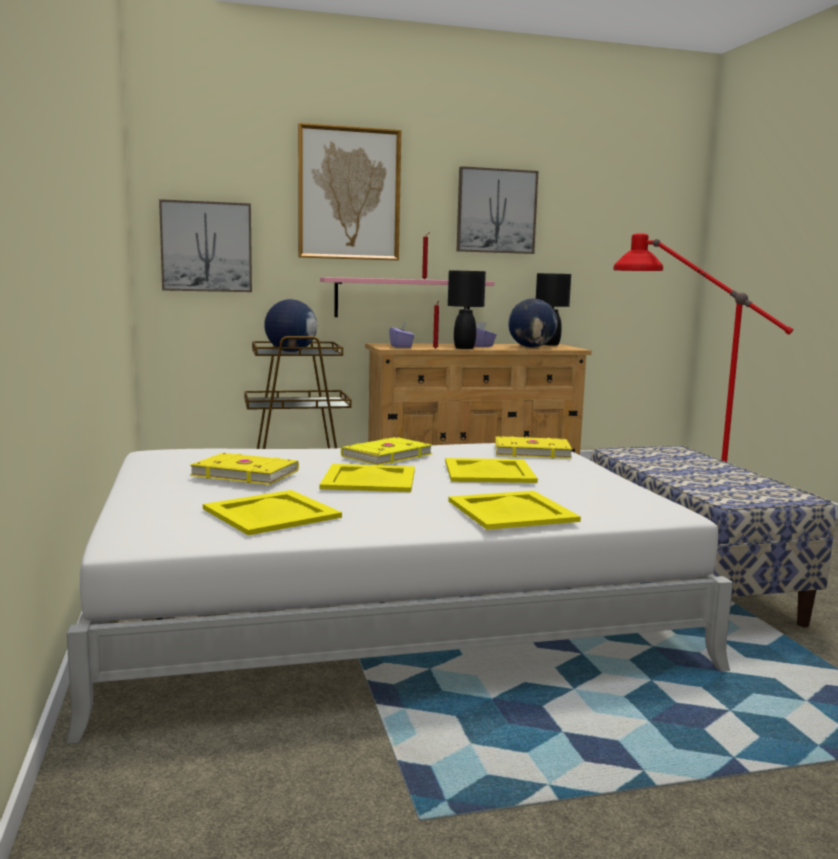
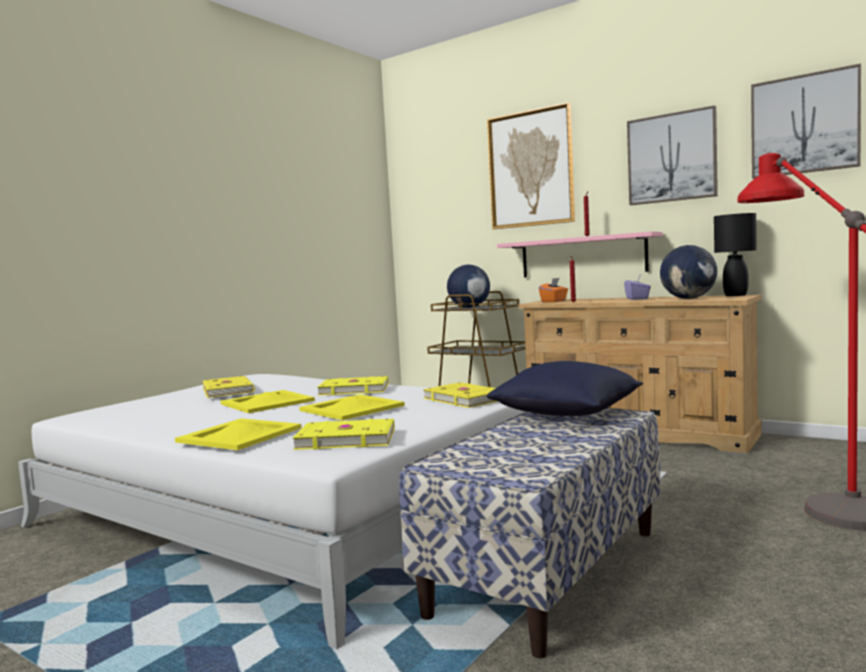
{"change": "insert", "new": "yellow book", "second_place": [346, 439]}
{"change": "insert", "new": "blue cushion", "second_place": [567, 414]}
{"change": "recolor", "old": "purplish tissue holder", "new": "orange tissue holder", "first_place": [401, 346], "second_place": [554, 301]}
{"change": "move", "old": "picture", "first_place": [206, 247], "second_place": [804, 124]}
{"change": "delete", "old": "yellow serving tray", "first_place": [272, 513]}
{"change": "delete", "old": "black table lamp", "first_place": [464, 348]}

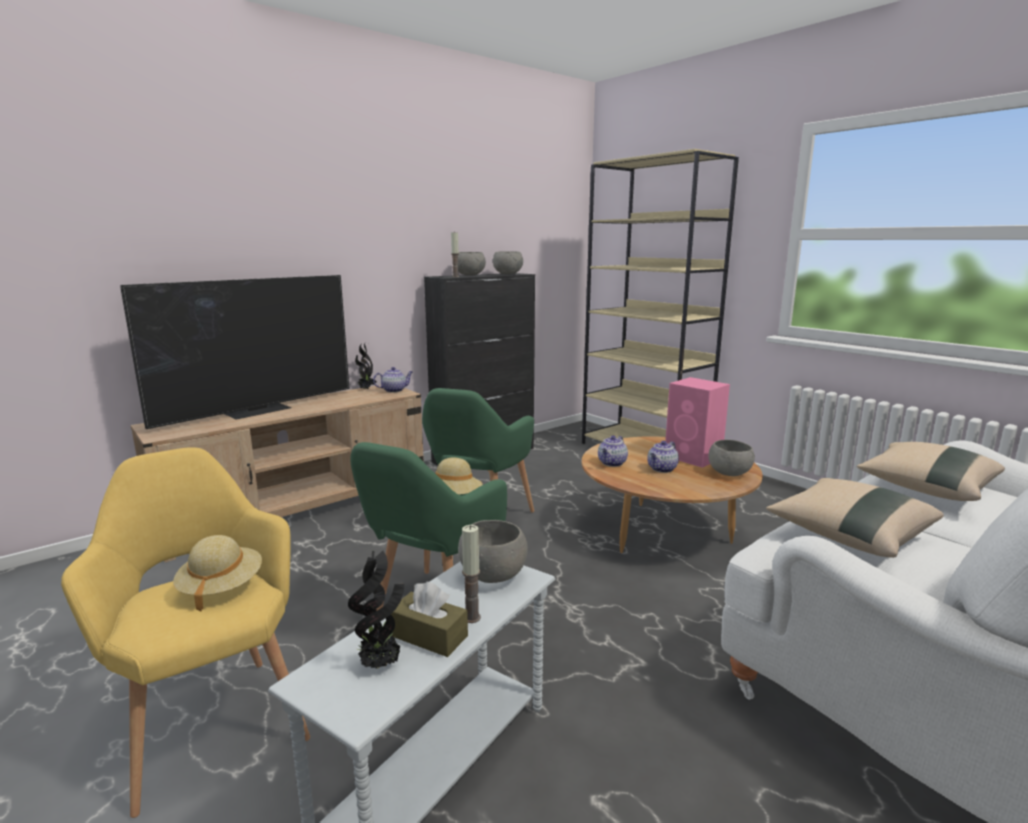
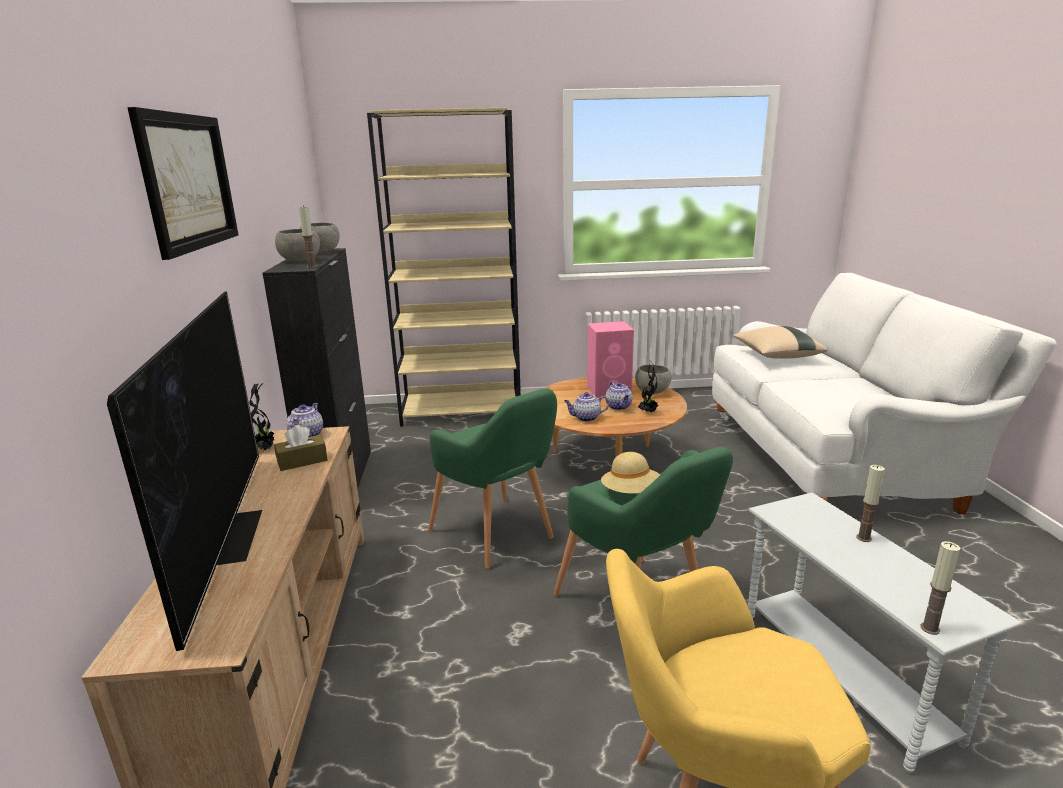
{"change": "insert", "new": "picture", "second_place": [188, 182]}
{"change": "move", "old": "brownish tissue holder", "first_place": [429, 636], "second_place": [302, 461]}
{"change": "rotate", "old": "pot for tea", "first_place": [612, 463], "second_place": [586, 418], "degrees": 105}
{"change": "move", "old": "houseplant", "first_place": [381, 664], "second_place": [648, 412]}
{"change": "insert", "new": "wax light", "second_place": [930, 628]}
{"change": "delete", "old": "beige clothing hat", "first_place": [221, 587]}
{"change": "delete", "old": "grey deep dish", "first_place": [493, 576]}
{"change": "delete", "old": "beige cushion", "first_place": [849, 535]}

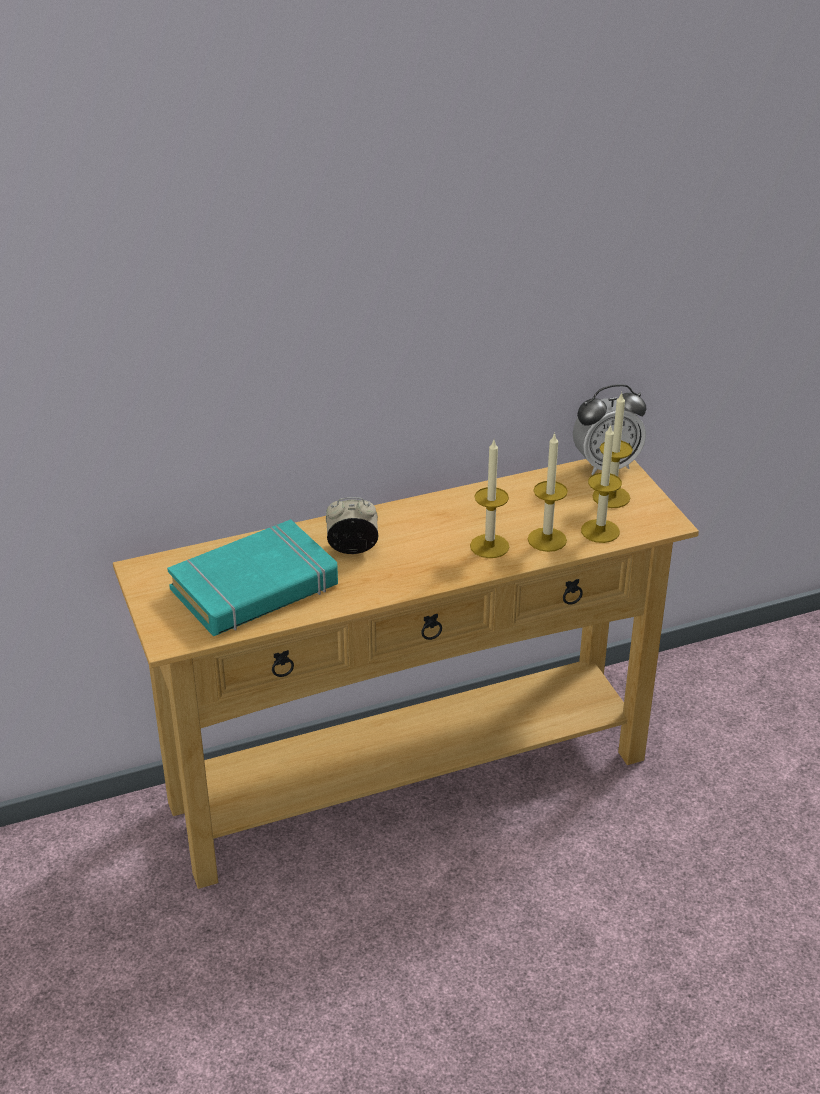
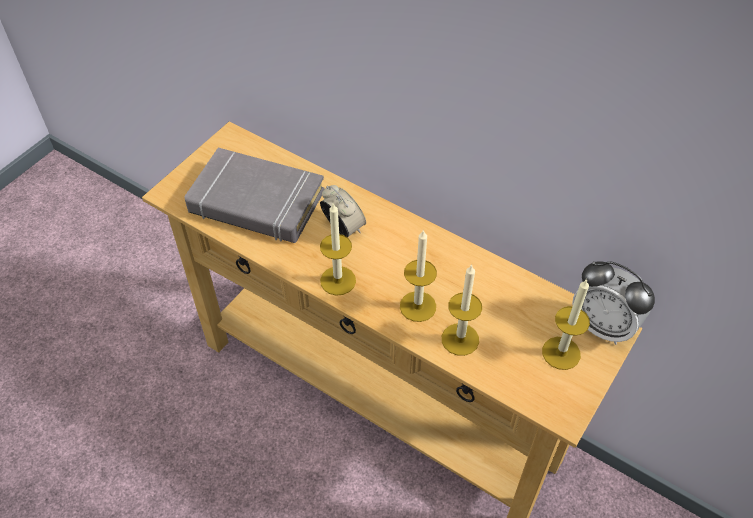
{"change": "recolor", "old": "turquoise-coloured book", "new": "grey book", "first_place": [255, 588], "second_place": [256, 202]}
{"change": "move", "old": "wax light", "first_place": [600, 531], "second_place": [338, 280]}

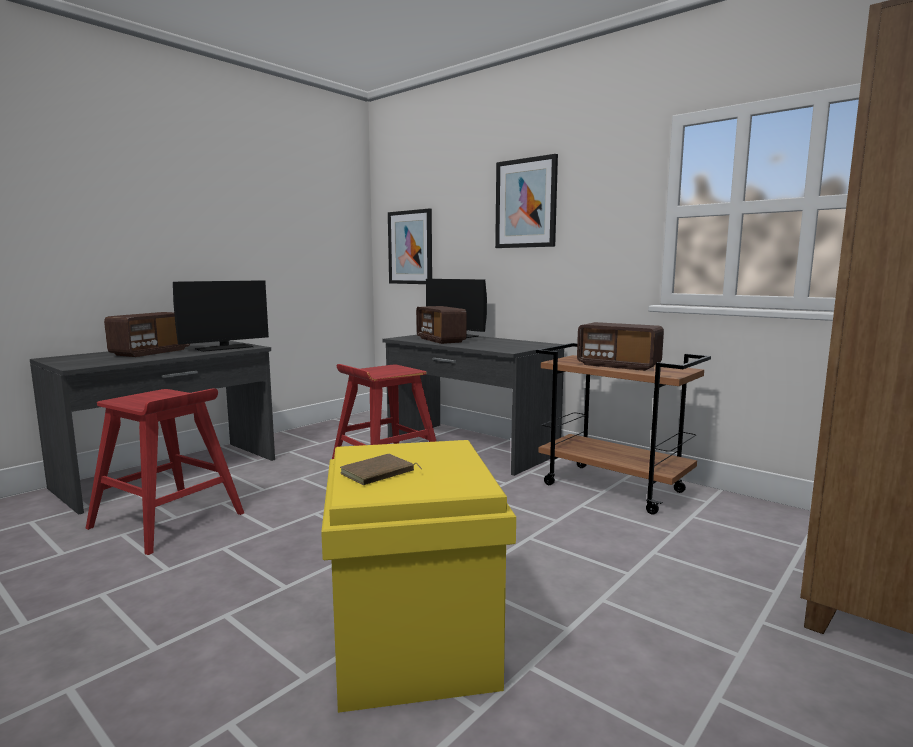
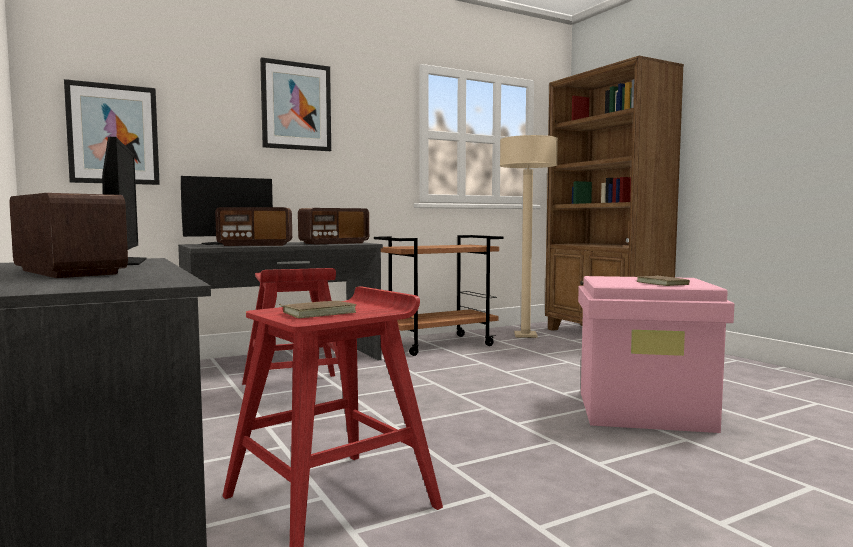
{"change": "insert", "new": "brownish book", "second_place": [318, 313]}
{"change": "move", "old": "radio receiver", "first_place": [618, 365], "second_place": [334, 243]}
{"change": "insert", "new": "beige standard lamp", "second_place": [525, 335]}
{"change": "recolor", "old": "yellow storage container", "new": "pink-coloured storage container", "first_place": [414, 644], "second_place": [644, 411]}

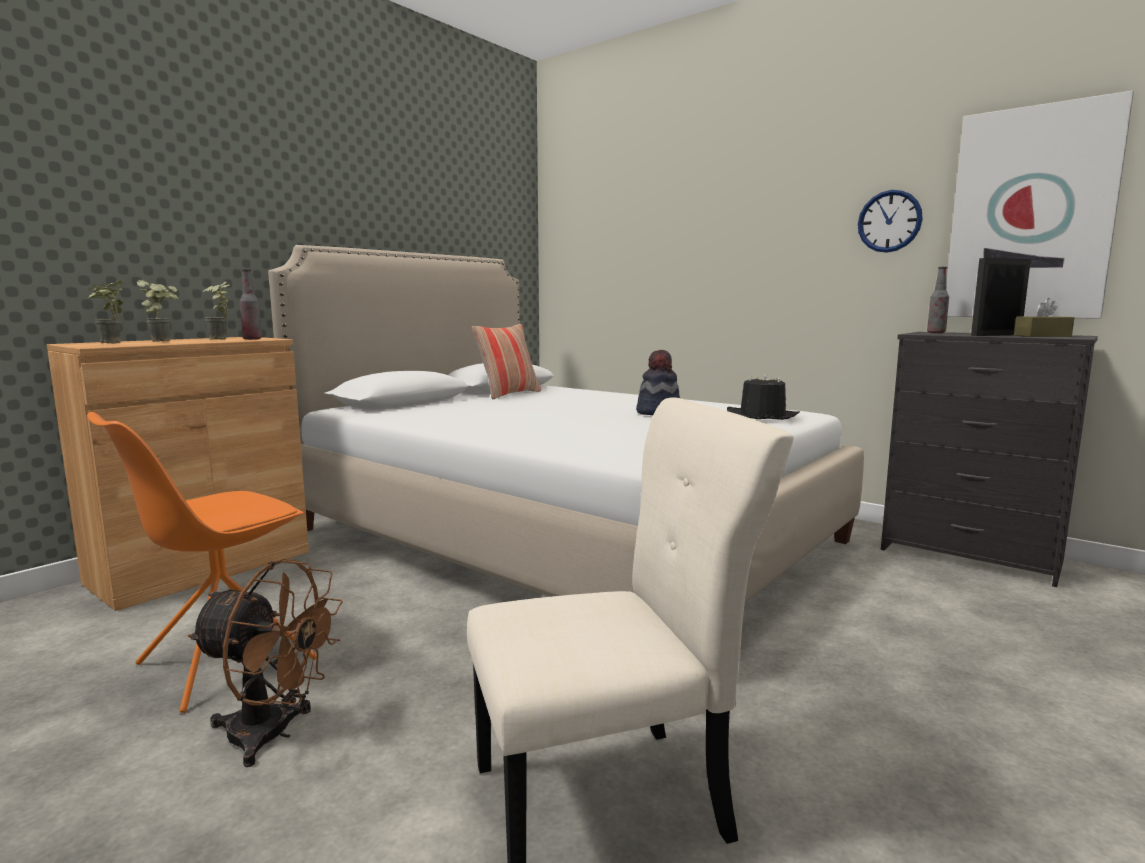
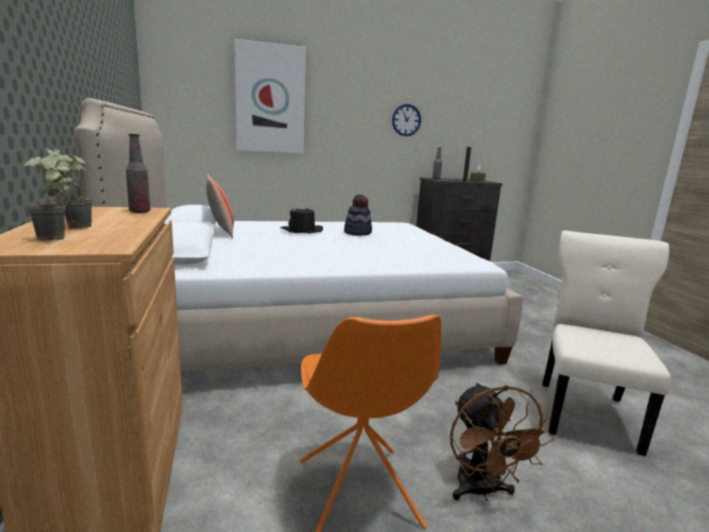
{"change": "move", "old": "picture", "first_place": [1031, 214], "second_place": [270, 99]}
{"change": "move", "old": "black clothing hat", "first_place": [762, 416], "second_place": [301, 231]}
{"change": "rotate", "old": "brownish cooling fan", "first_place": [273, 735], "second_place": [481, 491], "degrees": 120}
{"change": "delete", "old": "houseplant", "first_place": [221, 339]}

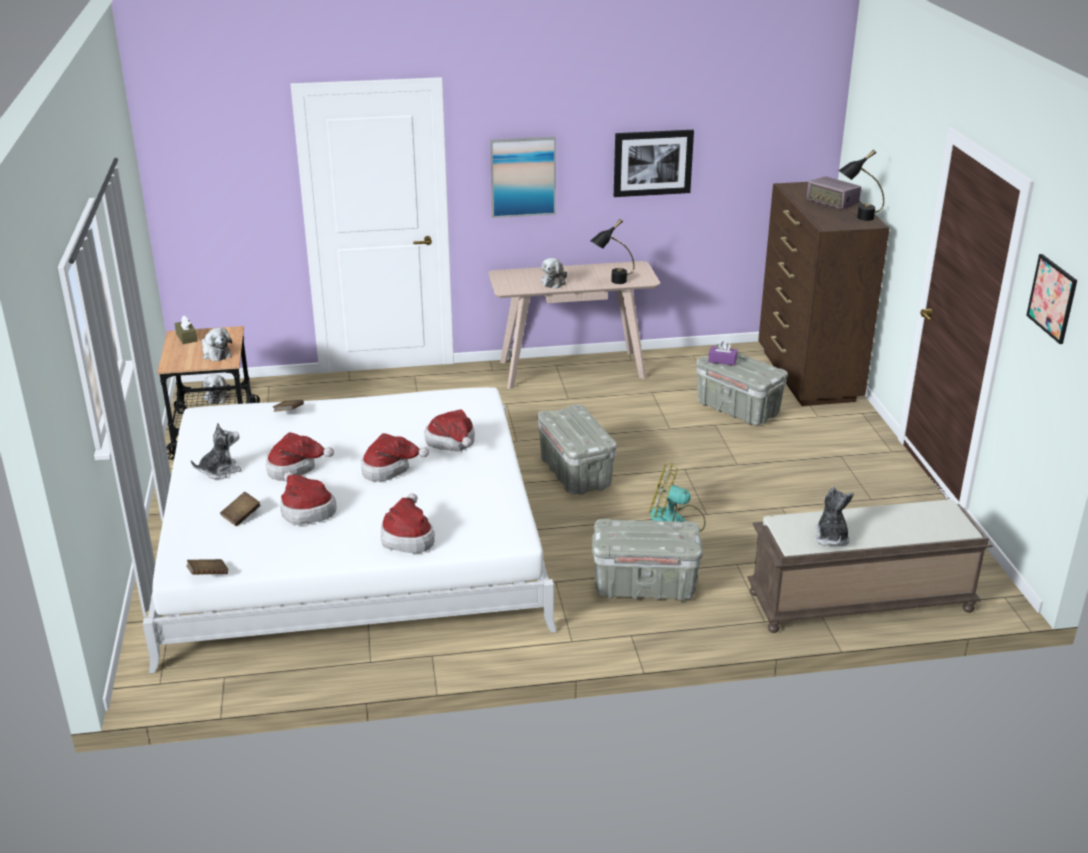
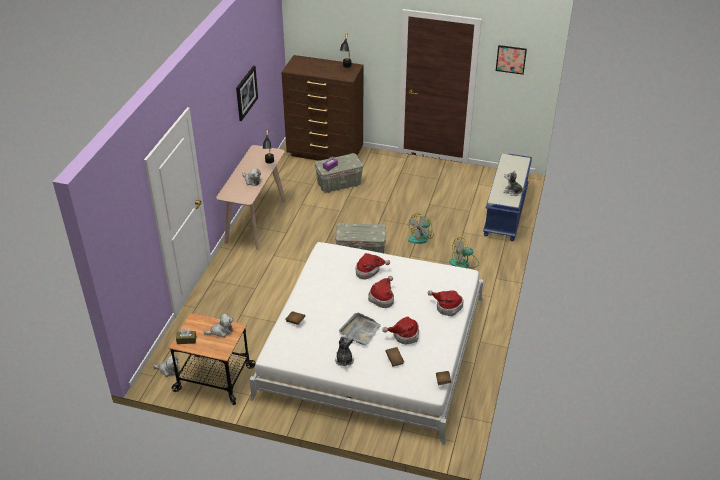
{"change": "replace", "old": "clothing hat", "new": "grey serving tray", "first_place": [295, 468], "second_place": [360, 330]}
{"change": "replace", "old": "grey storage container", "new": "cooling fan", "first_place": [644, 586], "second_place": [464, 263]}
{"change": "recolor", "old": "brownish bench", "new": "blue bench", "first_place": [859, 602], "second_place": [506, 211]}
{"change": "delete", "old": "picture", "first_place": [523, 176]}
{"change": "delete", "old": "radio receiver", "first_place": [832, 202]}

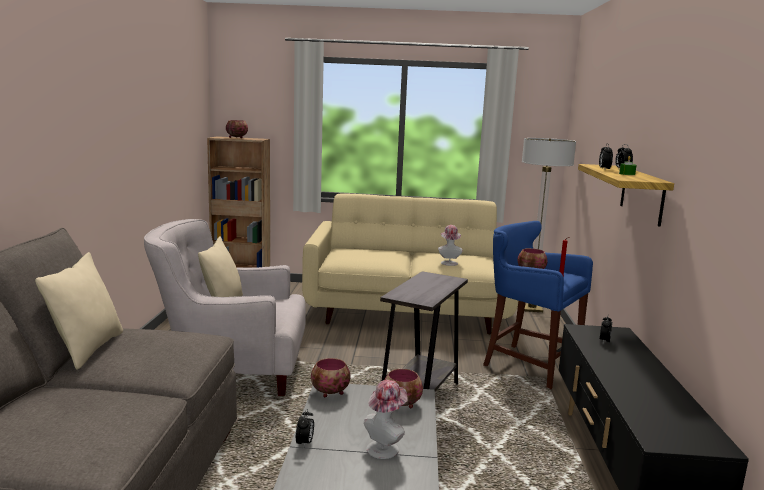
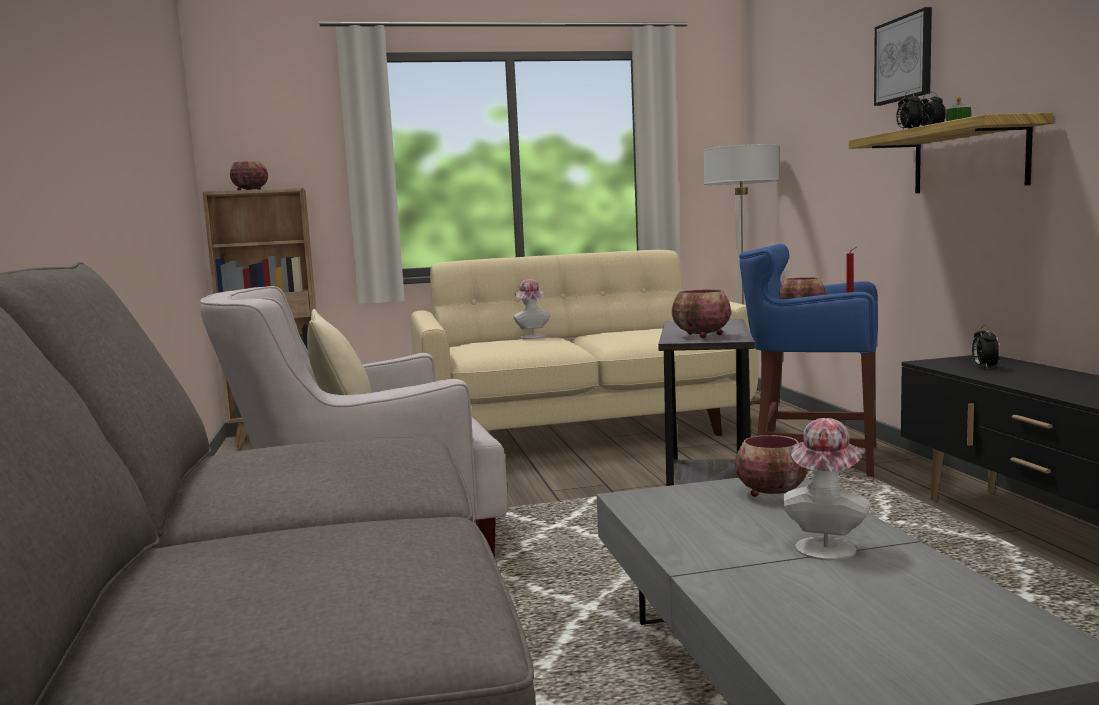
{"change": "move", "old": "clothing hat", "first_place": [448, 262], "second_place": [531, 336]}
{"change": "move", "old": "deep dish", "first_place": [329, 392], "second_place": [702, 336]}
{"change": "insert", "new": "picture", "second_place": [904, 59]}
{"change": "delete", "old": "beige cushion", "first_place": [88, 349]}
{"change": "delete", "old": "alarm clock", "first_place": [305, 443]}

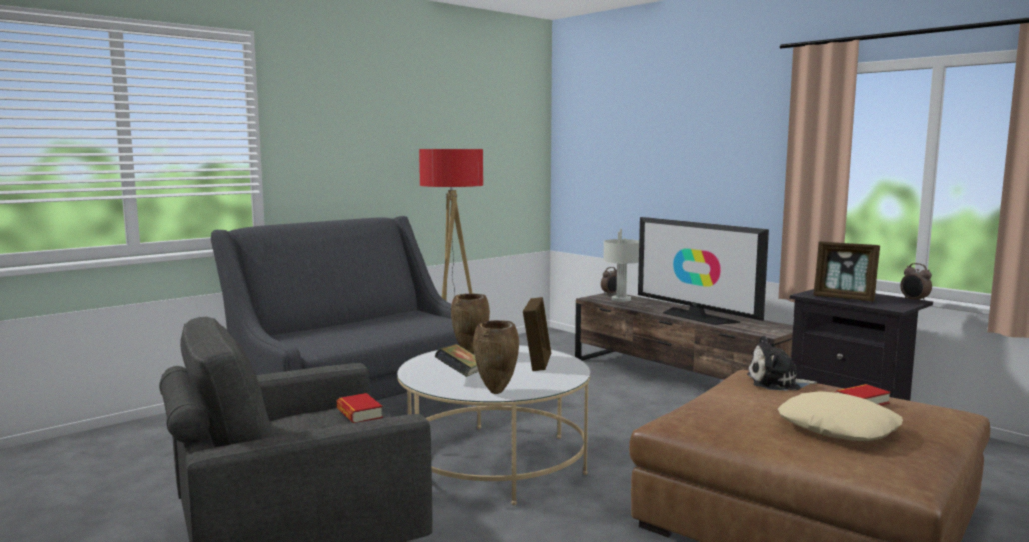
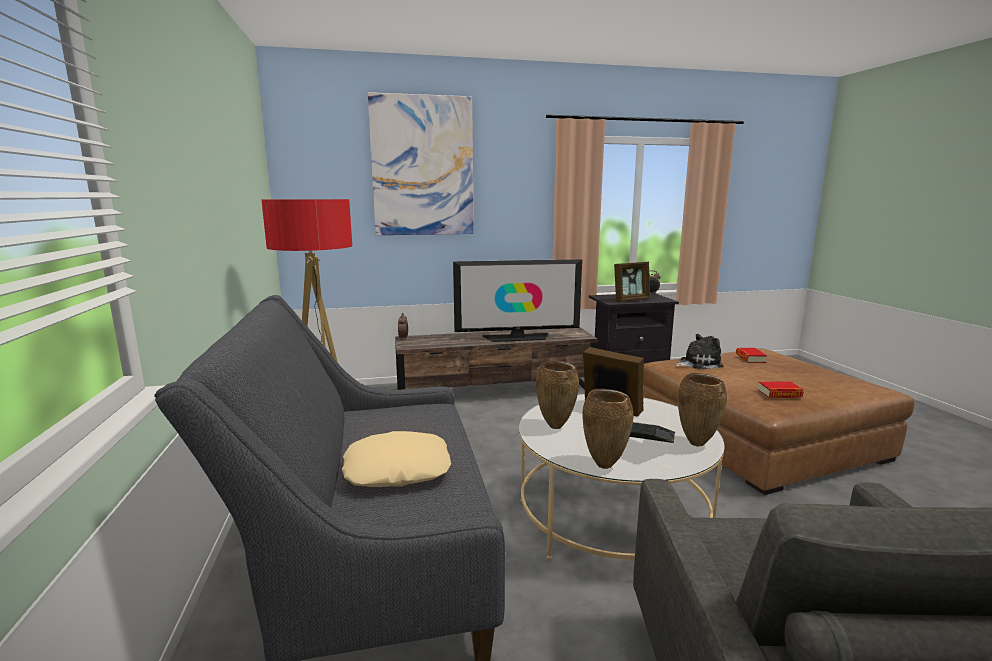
{"change": "move", "old": "beige cushion", "first_place": [838, 428], "second_place": [397, 469]}
{"change": "insert", "new": "picture", "second_place": [422, 166]}
{"change": "insert", "new": "brownish decorative vase", "second_place": [605, 465]}
{"change": "rotate", "old": "plush toy", "first_place": [777, 383], "second_place": [698, 363], "degrees": -135}
{"change": "move", "old": "book", "first_place": [359, 413], "second_place": [779, 394]}
{"change": "delete", "old": "grey table lamp", "first_place": [621, 299]}

